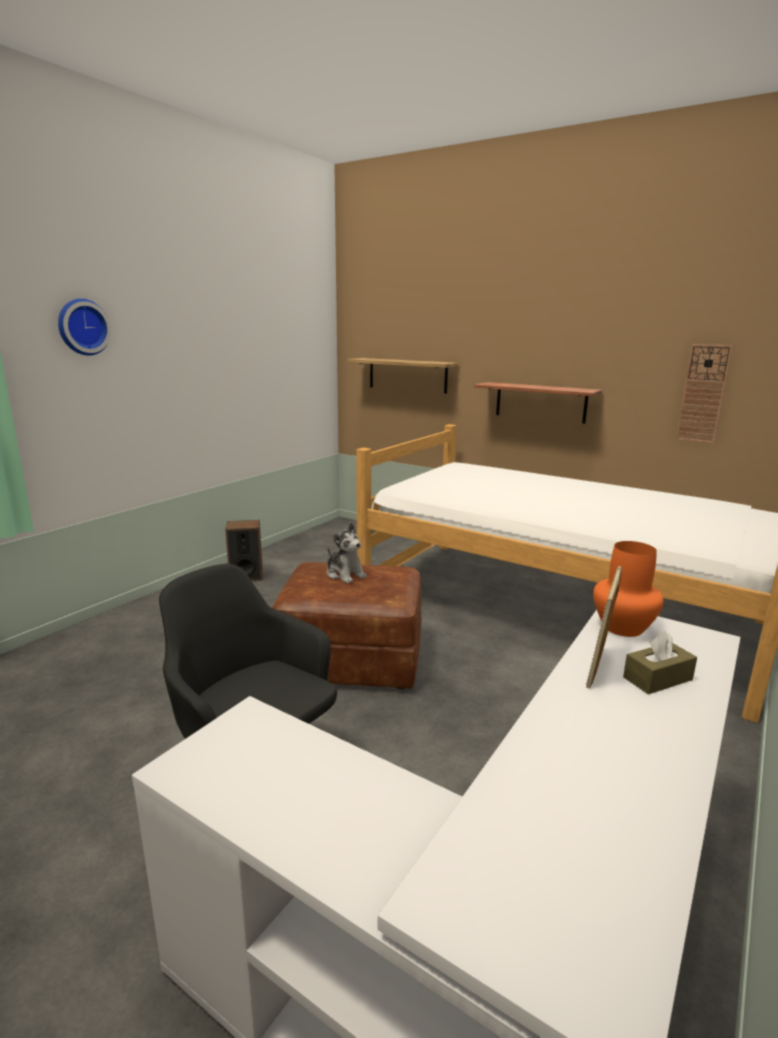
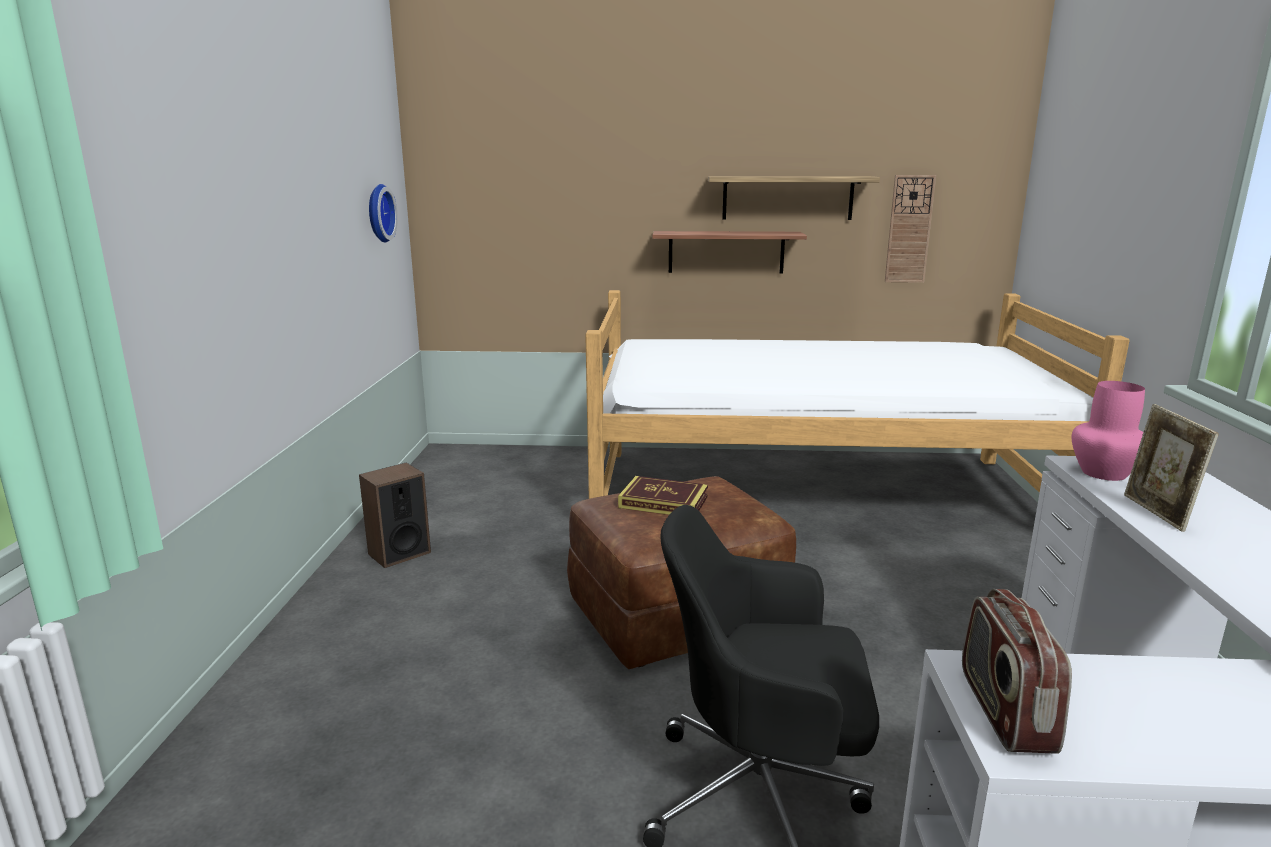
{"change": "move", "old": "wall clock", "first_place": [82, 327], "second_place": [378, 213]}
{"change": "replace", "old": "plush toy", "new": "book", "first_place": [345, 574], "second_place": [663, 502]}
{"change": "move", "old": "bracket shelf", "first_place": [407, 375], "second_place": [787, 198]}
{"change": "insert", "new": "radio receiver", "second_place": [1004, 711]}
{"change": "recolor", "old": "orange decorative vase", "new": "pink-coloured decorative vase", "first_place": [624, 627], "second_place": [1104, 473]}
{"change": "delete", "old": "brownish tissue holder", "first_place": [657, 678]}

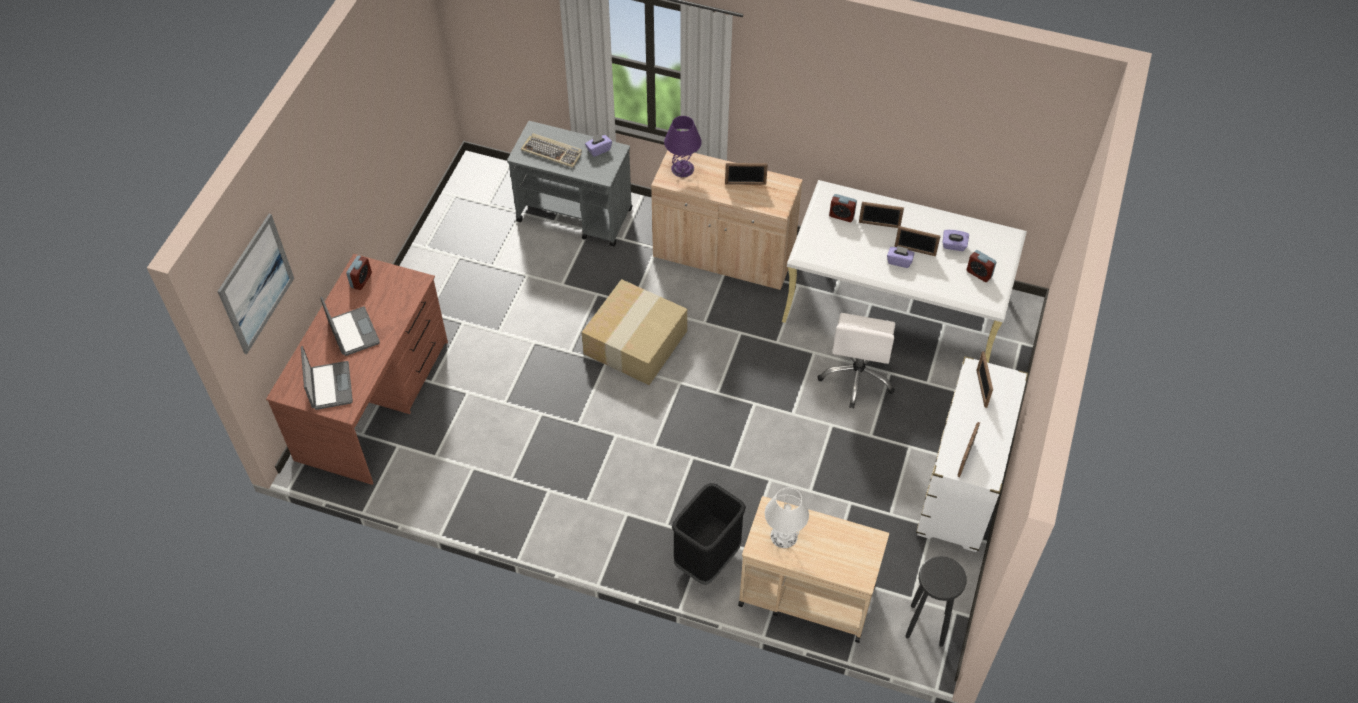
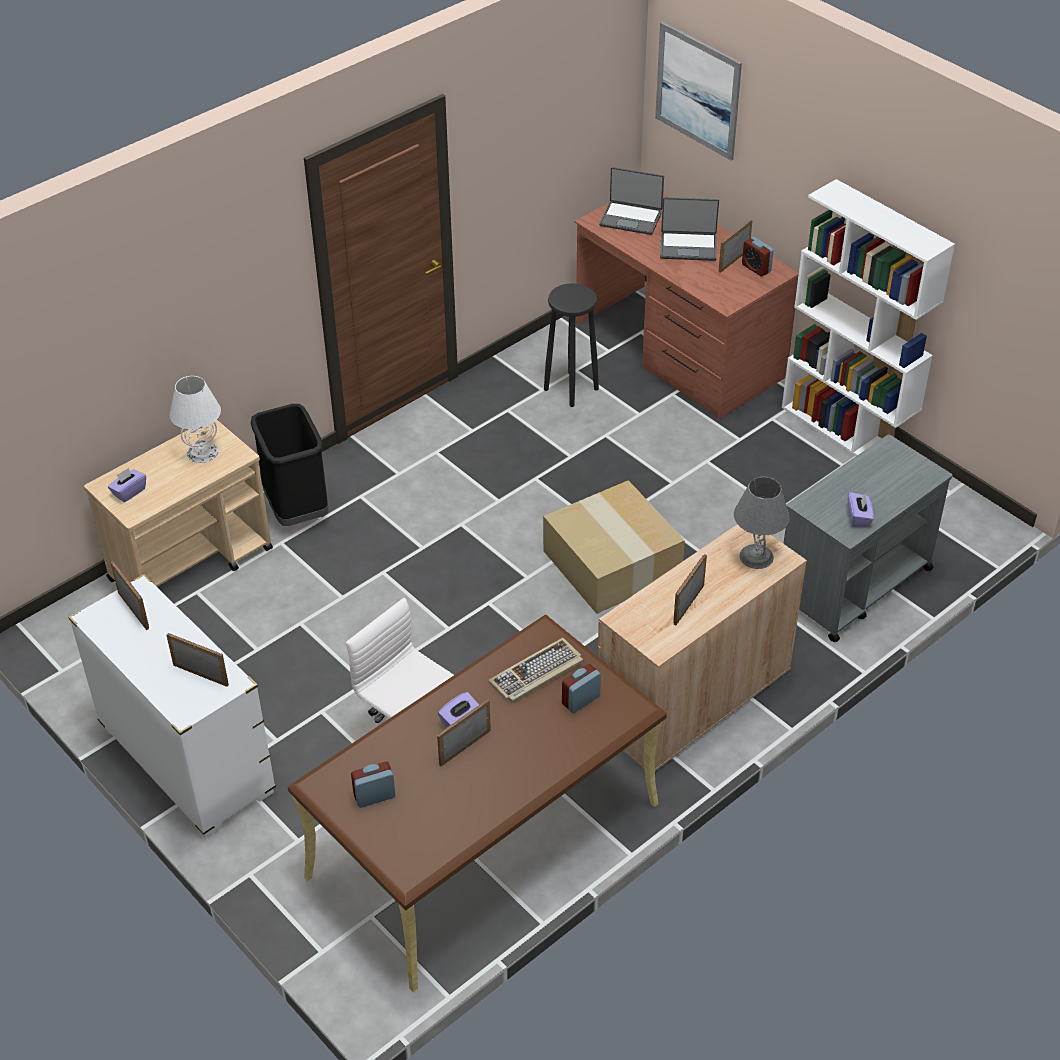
{"change": "move", "old": "purplish tissue holder", "first_place": [954, 245], "second_place": [129, 492]}
{"change": "recolor", "old": "white-coloured desk", "new": "brownish desk", "first_place": [896, 307], "second_place": [483, 841]}
{"change": "move", "old": "PC keyboard", "first_place": [552, 152], "second_place": [537, 673]}
{"change": "move", "old": "black stool seat", "first_place": [926, 625], "second_place": [570, 388]}
{"change": "move", "old": "photo frame", "first_place": [879, 225], "second_place": [733, 260]}
{"change": "recolor", "old": "purplish table lamp", "new": "grey table lamp", "first_place": [682, 168], "second_place": [757, 556]}
{"change": "insert", "new": "white-coloured bookcase", "second_place": [847, 432]}

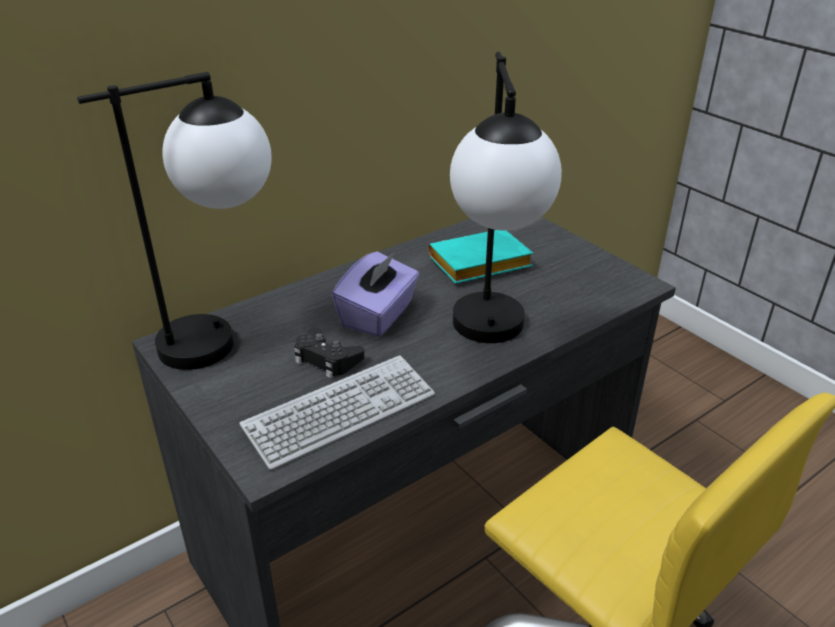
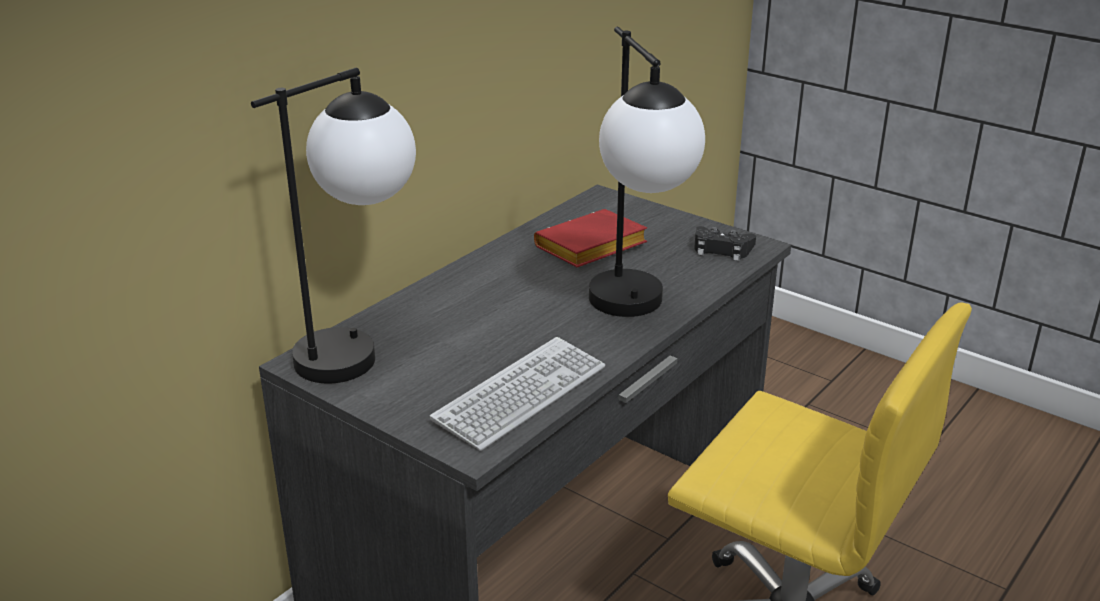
{"change": "recolor", "old": "turquoise-coloured book", "new": "reddish book", "first_place": [478, 265], "second_place": [590, 249]}
{"change": "move", "old": "black game controller", "first_place": [326, 359], "second_place": [722, 249]}
{"change": "delete", "old": "purplish tissue holder", "first_place": [378, 315]}

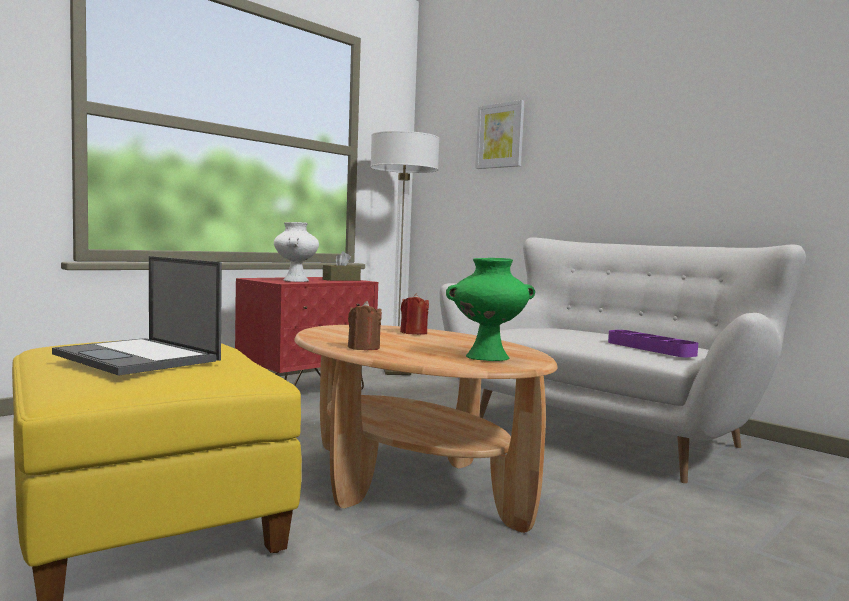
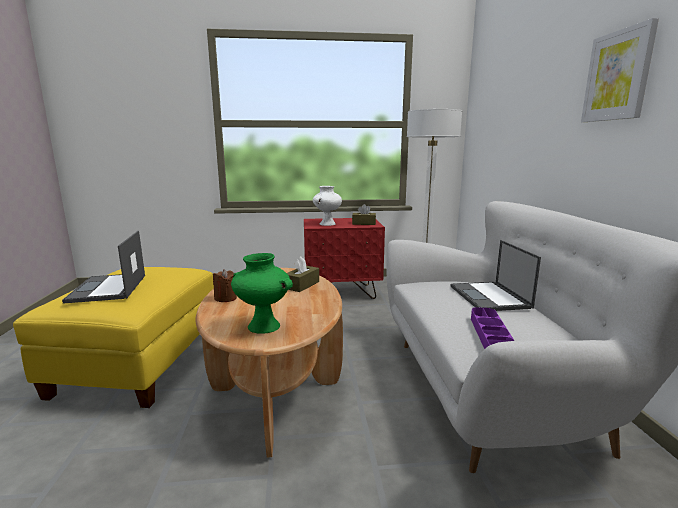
{"change": "replace", "old": "reddish wax light", "new": "brownish tissue holder", "first_place": [413, 333], "second_place": [302, 285]}
{"change": "insert", "new": "portable computer", "second_place": [490, 297]}
{"change": "move", "old": "picture", "first_place": [500, 136], "second_place": [618, 76]}

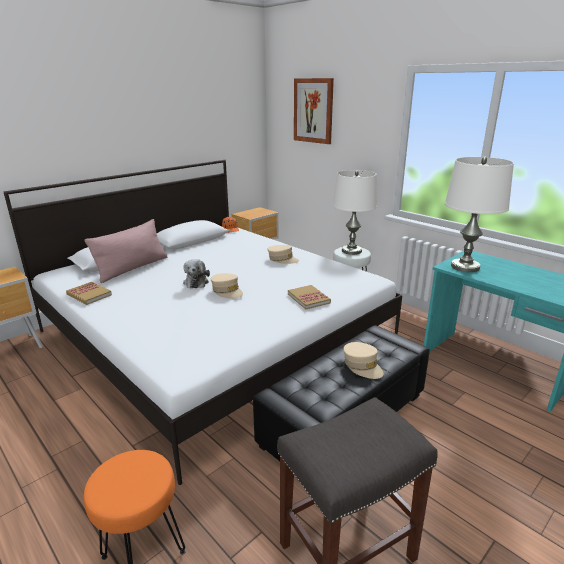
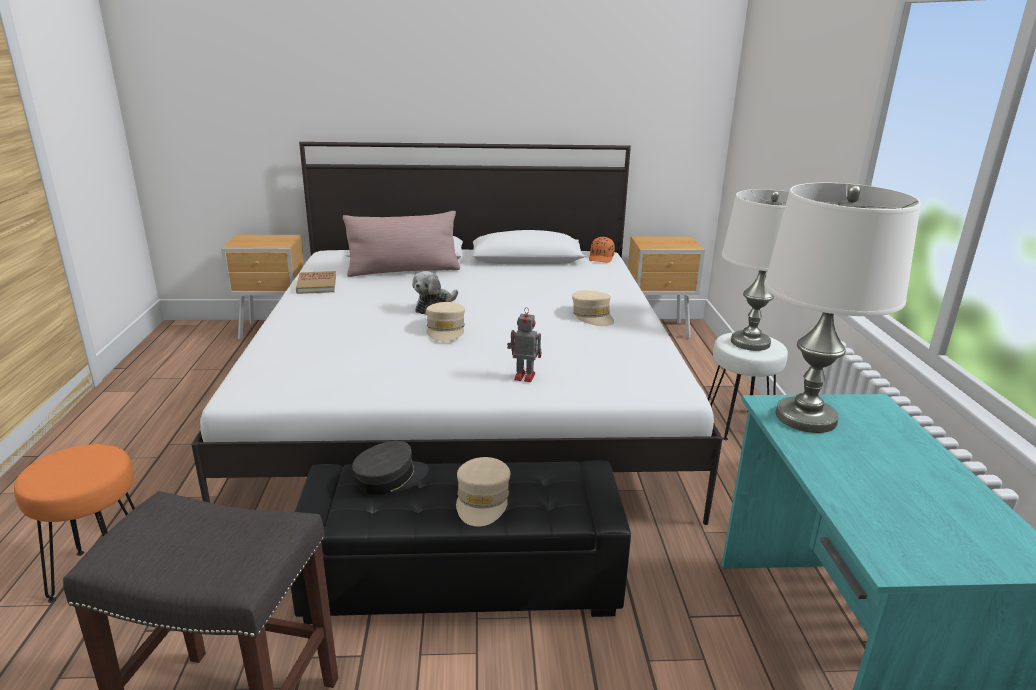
{"change": "insert", "new": "grey peaked cap", "second_place": [391, 479]}
{"change": "replace", "old": "book", "new": "toy robot", "first_place": [308, 298], "second_place": [523, 376]}
{"change": "delete", "old": "picture", "first_place": [313, 111]}

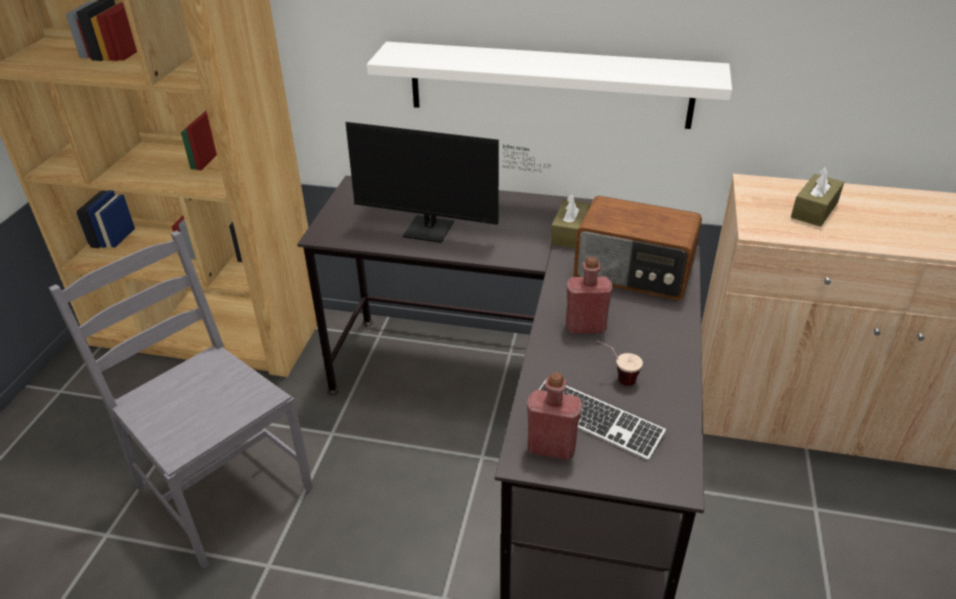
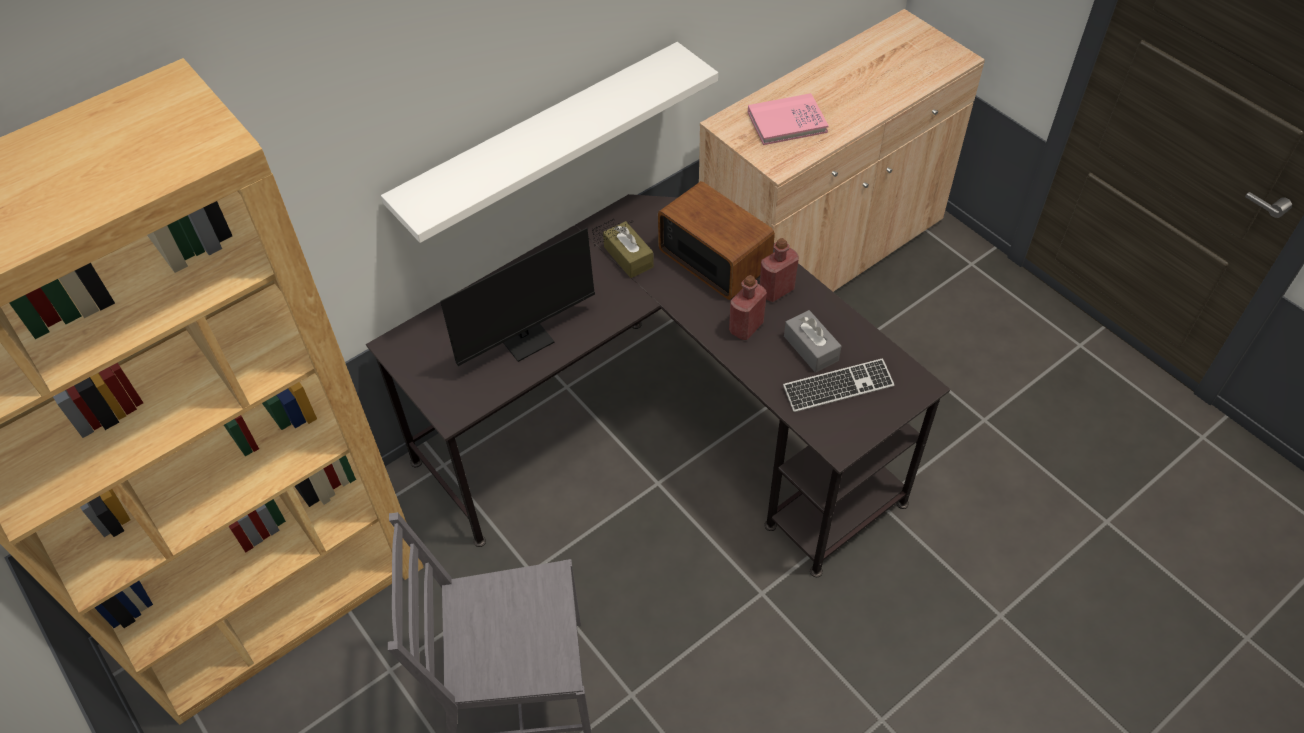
{"change": "rotate", "old": "radio receiver", "first_place": [634, 273], "second_place": [715, 258], "degrees": -105}
{"change": "replace", "old": "brownish tissue holder", "new": "pink-coloured book", "first_place": [814, 210], "second_place": [787, 122]}
{"change": "move", "old": "reddish drink bottle", "first_place": [551, 447], "second_place": [776, 290]}
{"change": "replace", "old": "small cup", "new": "grey tissue holder", "first_place": [616, 378], "second_place": [811, 348]}

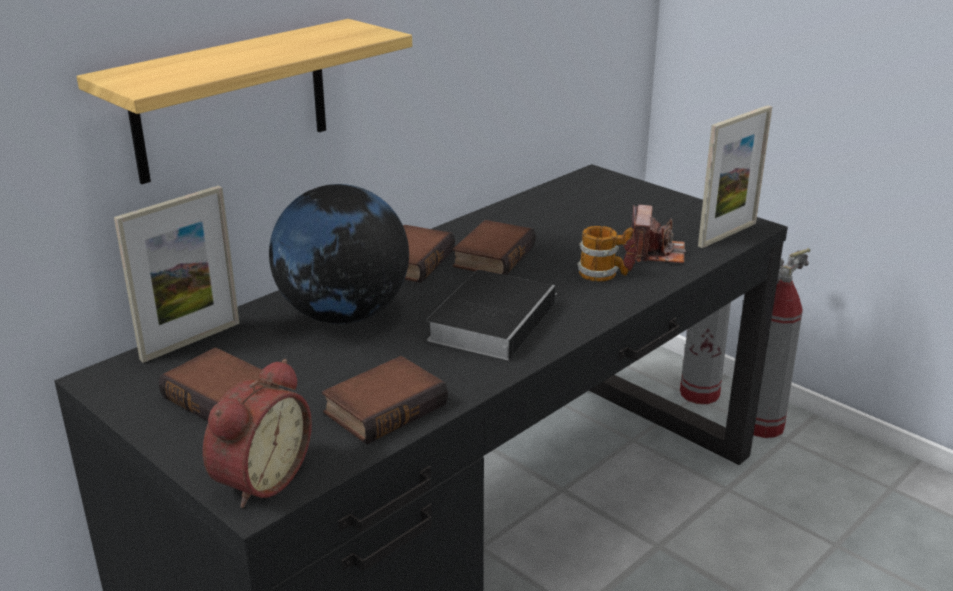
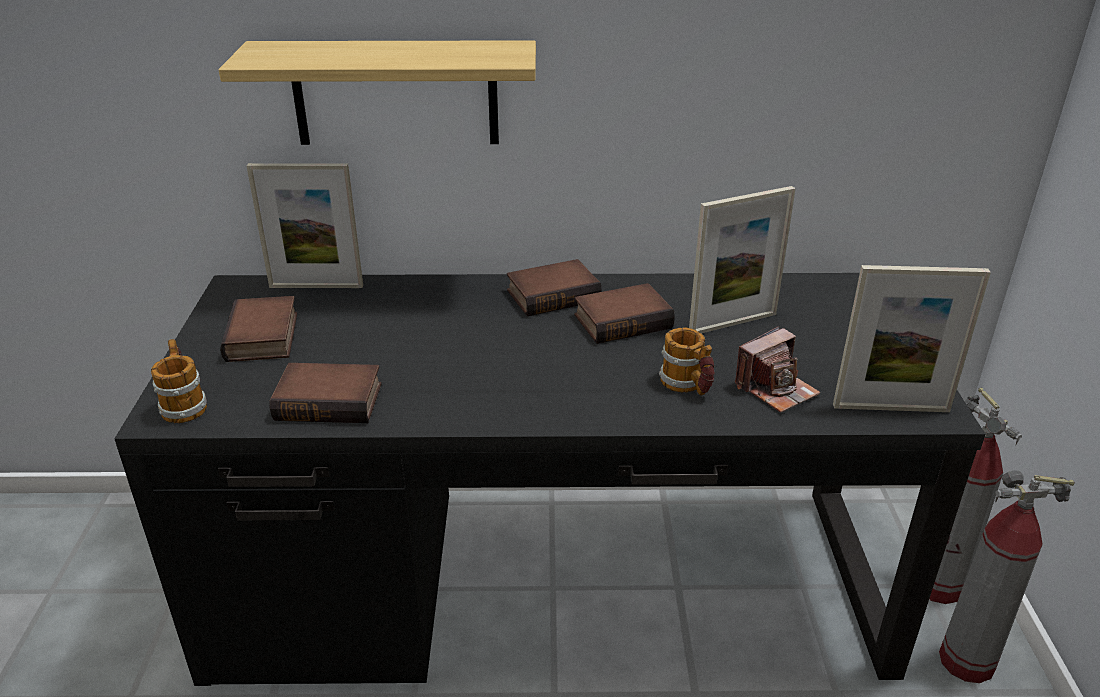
{"change": "replace", "old": "alarm clock", "new": "mug", "first_place": [258, 479], "second_place": [184, 404]}
{"change": "insert", "new": "photo frame", "second_place": [733, 323]}
{"change": "delete", "old": "desk globe", "first_place": [343, 314]}
{"change": "delete", "old": "book", "first_place": [493, 320]}

